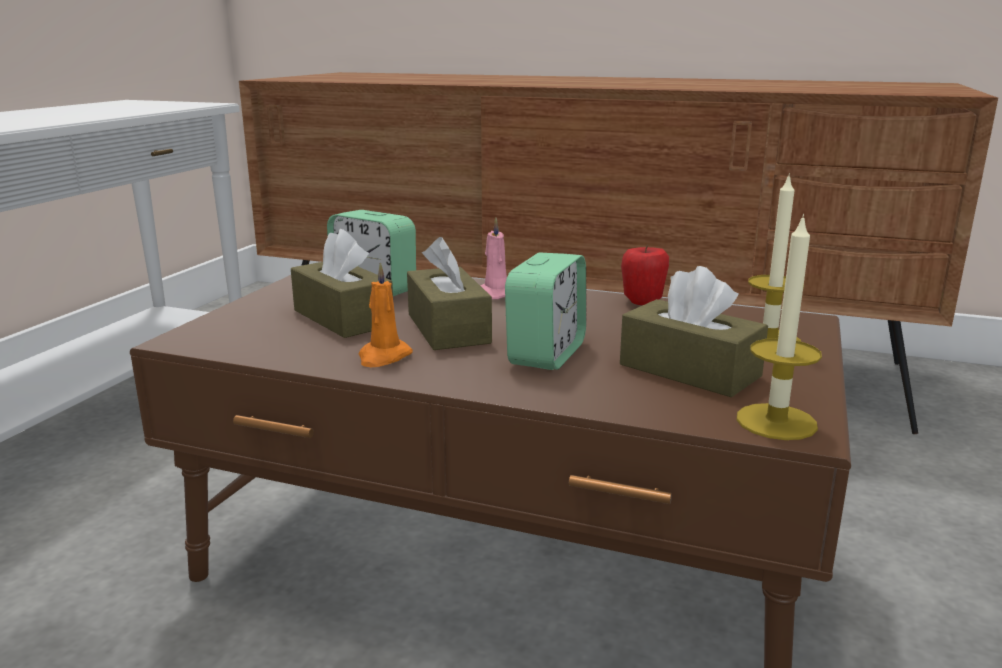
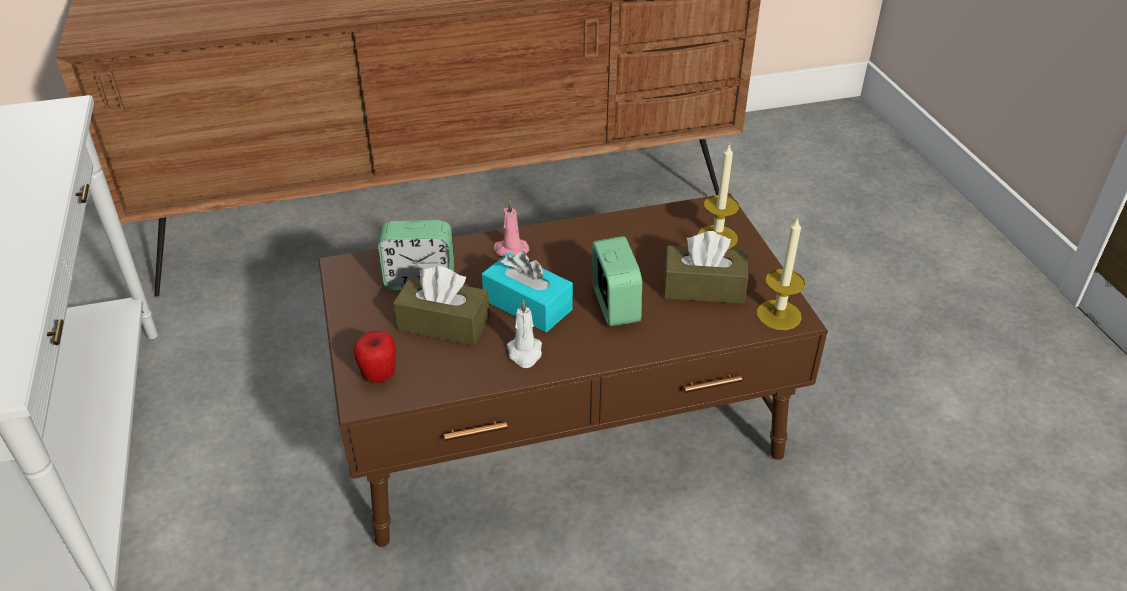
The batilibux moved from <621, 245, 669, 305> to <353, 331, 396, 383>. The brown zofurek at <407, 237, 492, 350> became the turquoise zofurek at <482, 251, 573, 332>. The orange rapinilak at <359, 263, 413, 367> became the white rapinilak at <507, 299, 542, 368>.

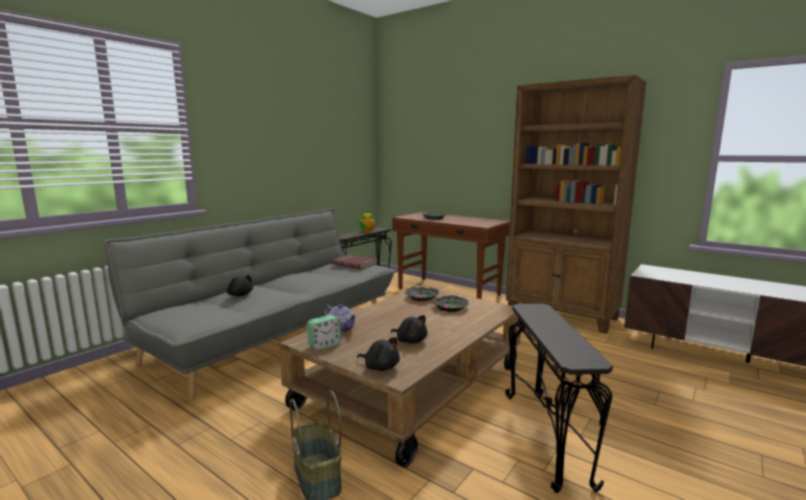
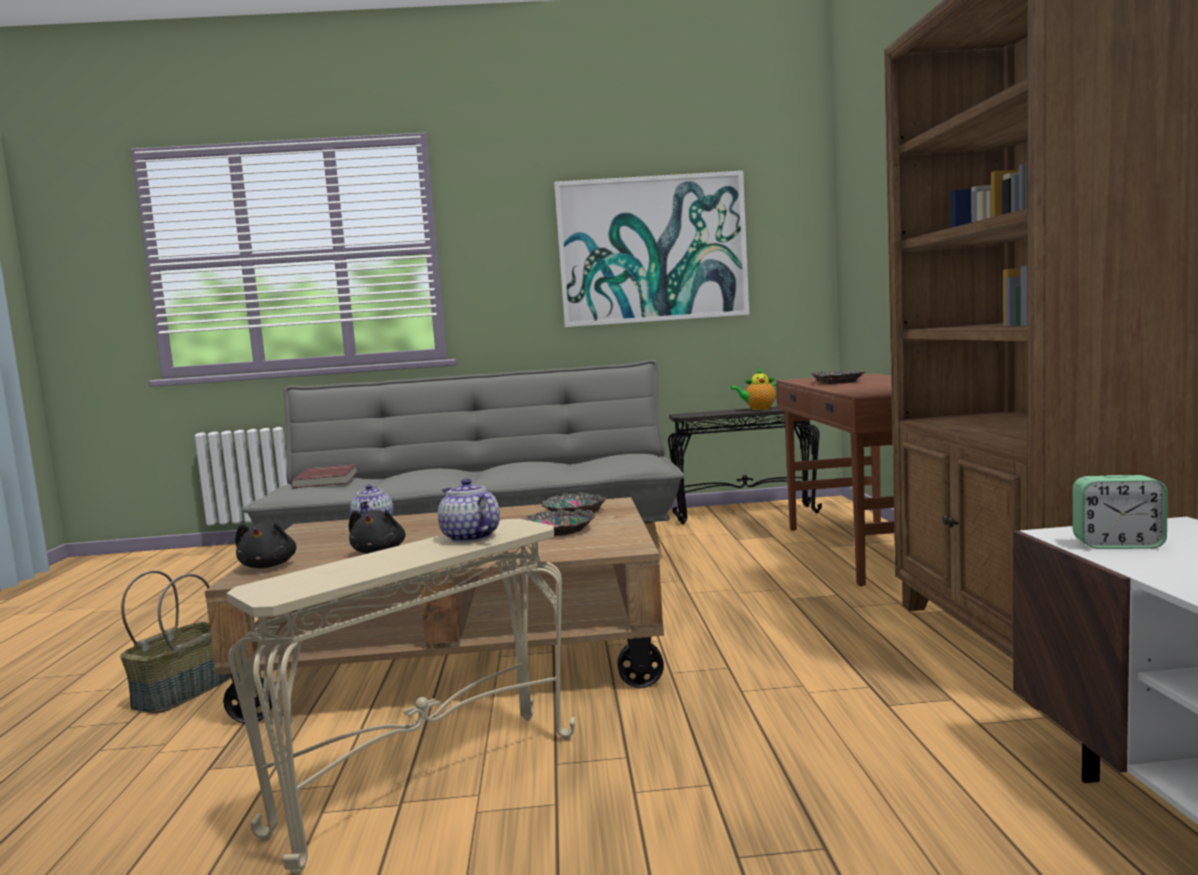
The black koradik at <505, 304, 613, 493> became the beige koradik at <227, 519, 575, 875>. The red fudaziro moved from <331, 255, 378, 269> to <291, 464, 357, 488>. The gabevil at <438, 478, 500, 543> appeared. The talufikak at <554, 171, 749, 327> appeared. The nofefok moved from <307, 315, 341, 350> to <1073, 475, 1167, 549>. The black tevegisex at <227, 275, 253, 296> disappeared.

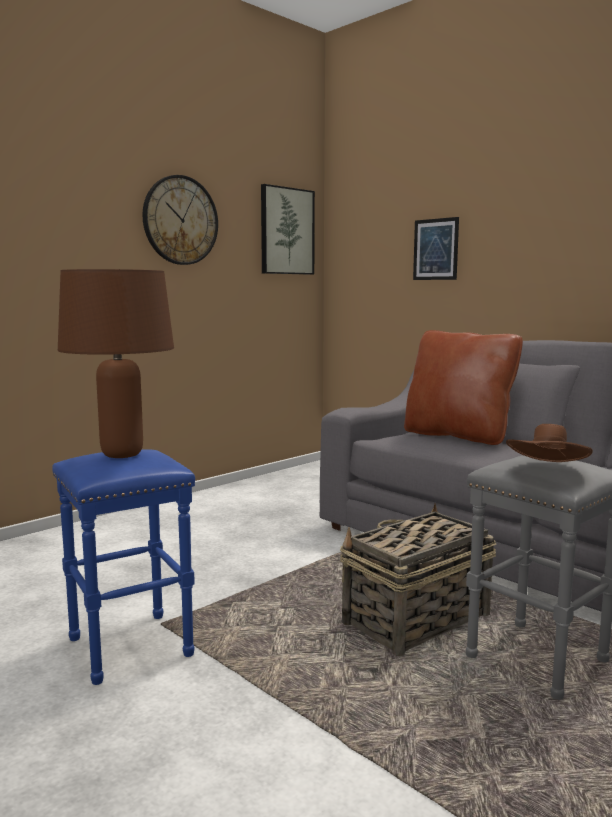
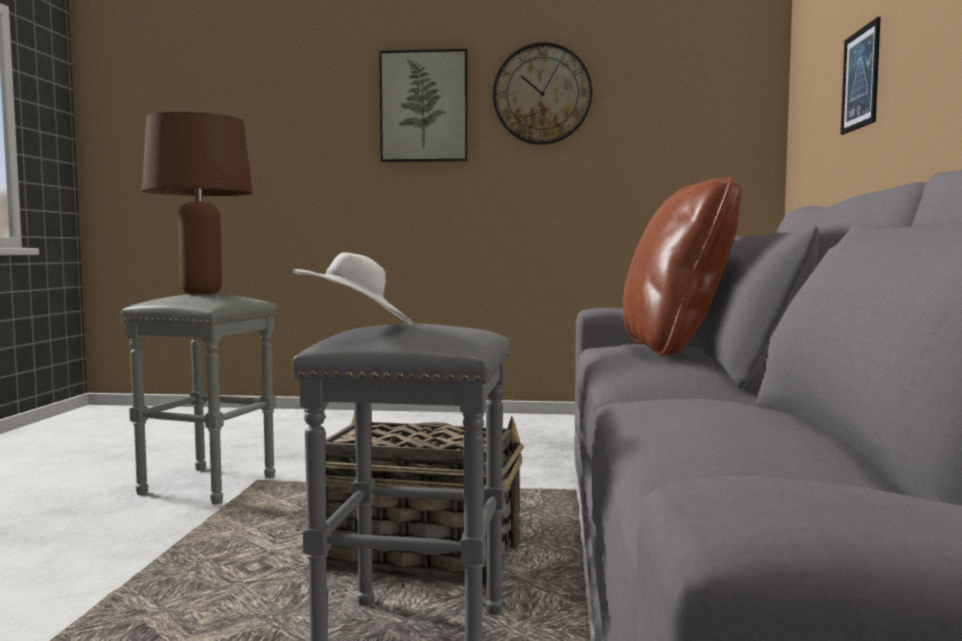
The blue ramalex at <52, 449, 195, 685> became the grey ramalex at <121, 294, 277, 504>. The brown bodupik at <506, 424, 593, 462> became the white bodupik at <292, 252, 413, 324>. The talufikak moved from <261, 184, 315, 275> to <379, 49, 468, 162>.

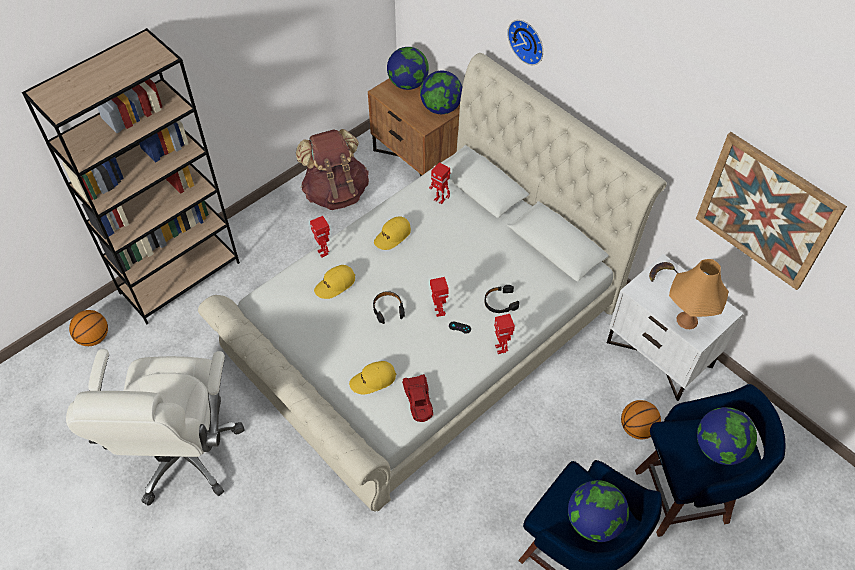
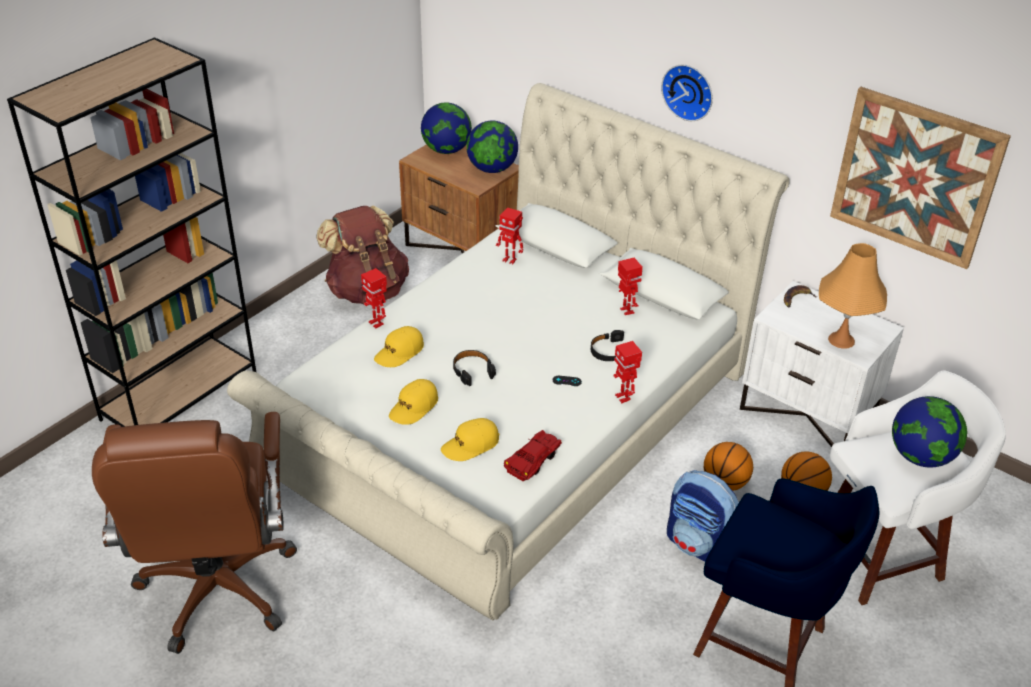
The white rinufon at <66, 349, 245, 506> became the brown rinufon at <92, 412, 297, 654>. The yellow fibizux moved from <374, 216, 411, 250> to <389, 379, 438, 425>. The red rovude at <402, 374, 433, 422> turned 120 degrees counterclockwise. The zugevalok moved from <430, 277, 449, 317> to <618, 258, 643, 315>. The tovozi moved from <507, 20, 543, 65> to <661, 65, 713, 121>. The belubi at <667, 470, 739, 562> appeared. The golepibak moved from <69, 310, 108, 346> to <704, 442, 753, 491>. The blue ramalex at <635, 384, 785, 537> became the white ramalex at <830, 370, 1006, 605>. The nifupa at <568, 480, 629, 542> disappeared.

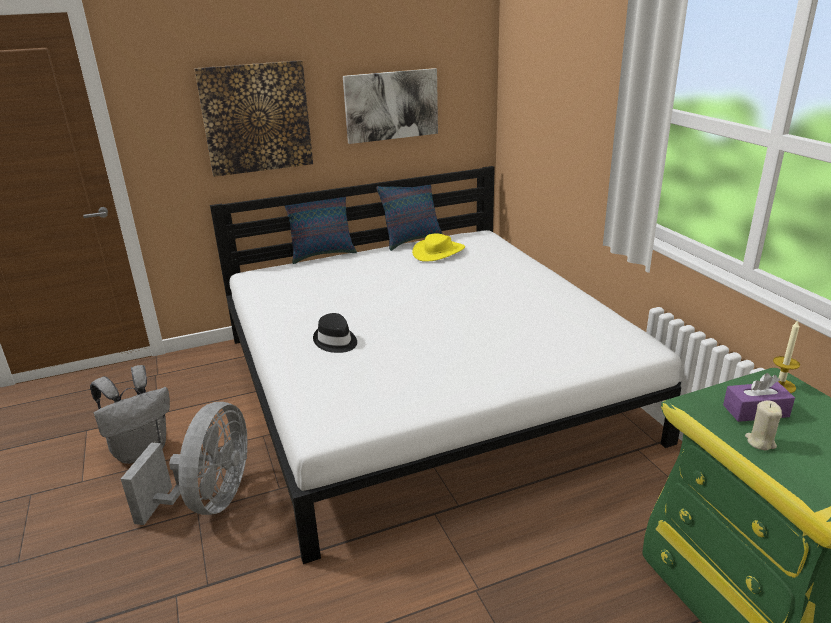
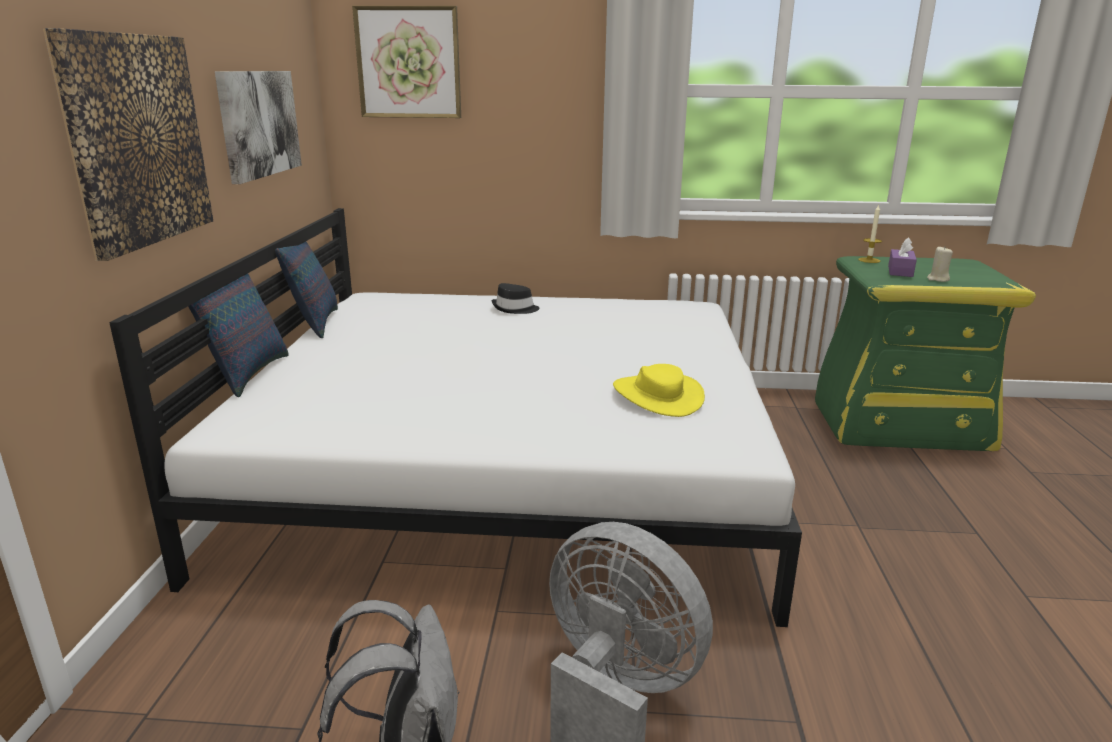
The talufikak at <352, 6, 461, 118> appeared. The black bodupik moved from <313, 313, 357, 353> to <492, 283, 540, 314>. The yellow bodupik moved from <412, 233, 465, 261> to <613, 364, 705, 417>.

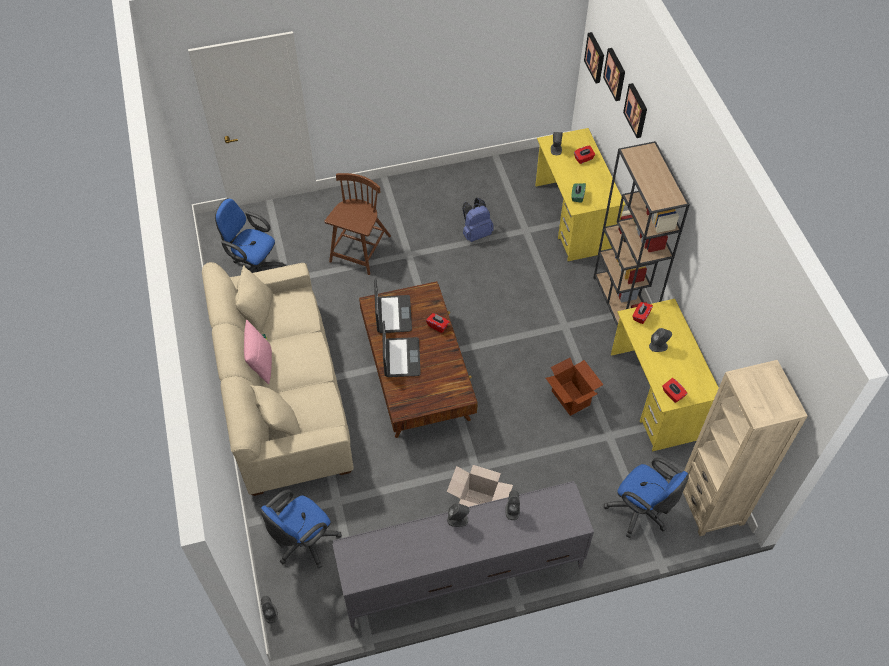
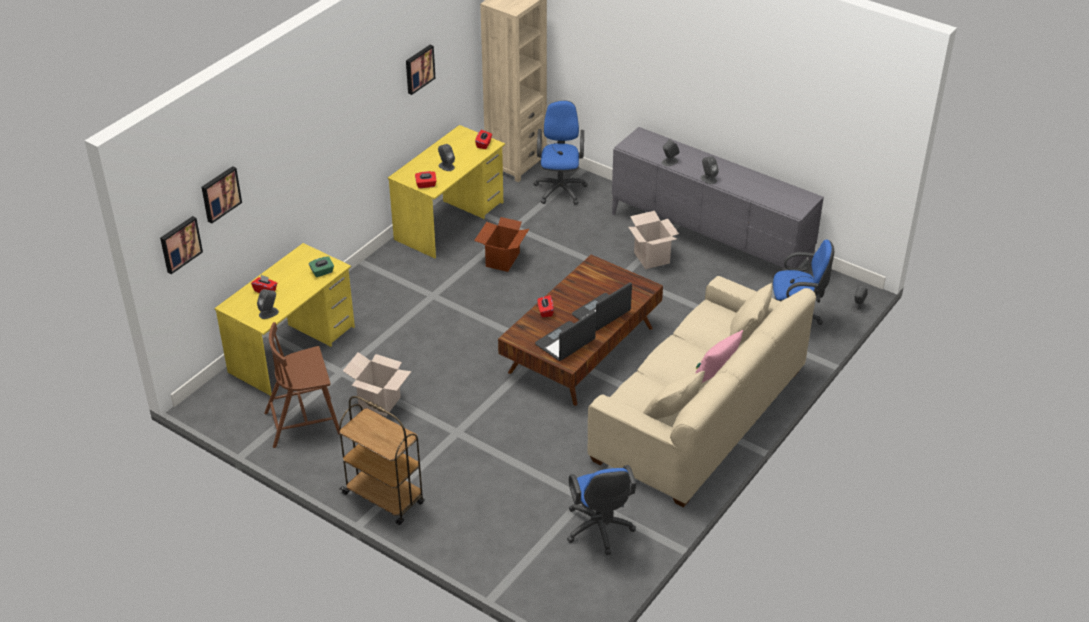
The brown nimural moved from <324, 173, 391, 275> to <264, 322, 340, 448>. The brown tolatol at <339, 396, 425, 525> appeared. The blue belubi at <462, 198, 494, 242> was replaced by the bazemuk at <343, 352, 411, 416>. The talufikak moved from <623, 83, 647, 138> to <406, 45, 435, 95>. The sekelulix at <593, 141, 690, 326> disappeared.

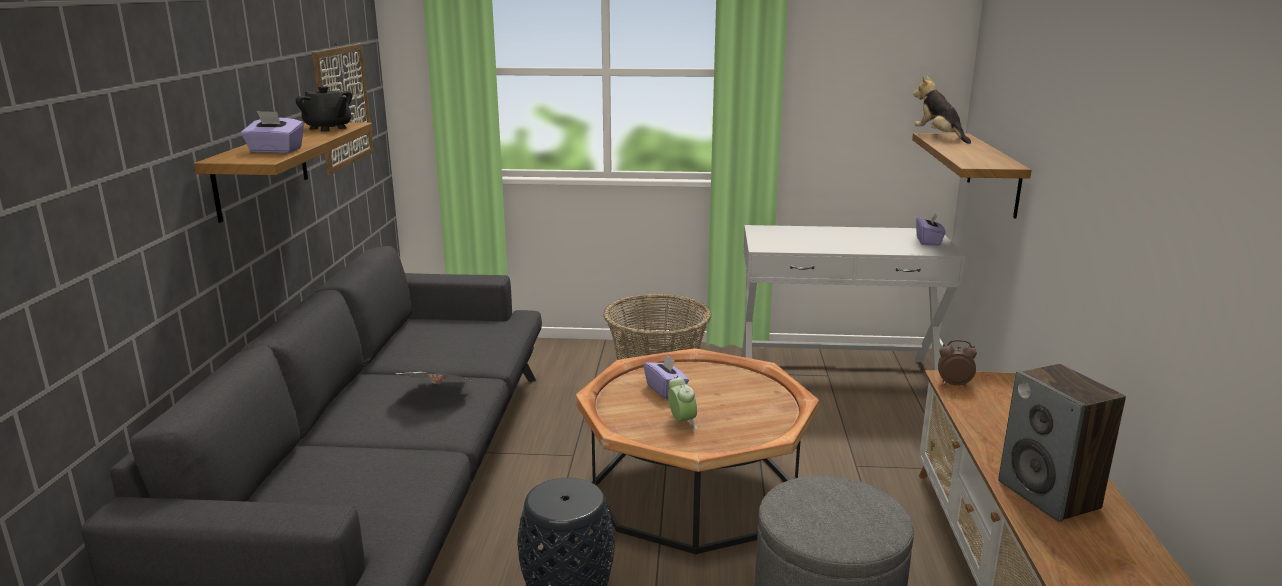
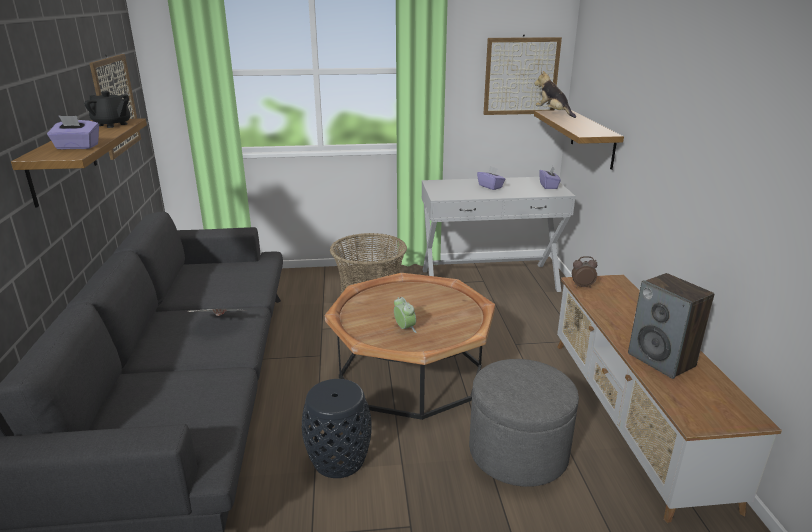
The purple zofurek moved from <644, 354, 689, 399> to <477, 166, 505, 190>. The talufikak at <483, 35, 562, 115> appeared.

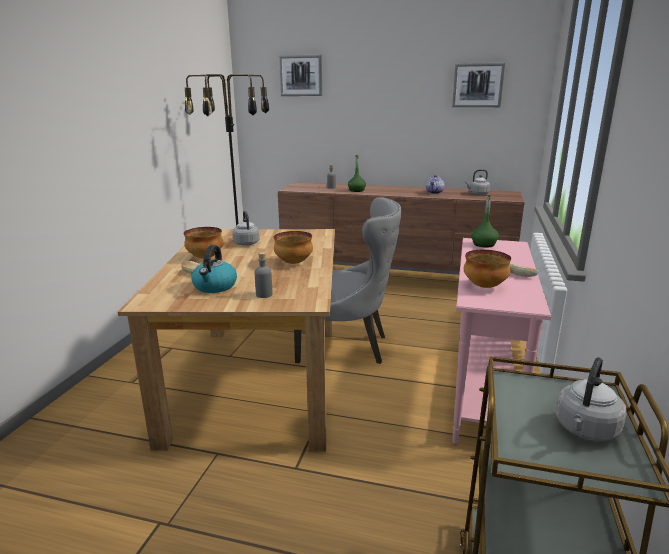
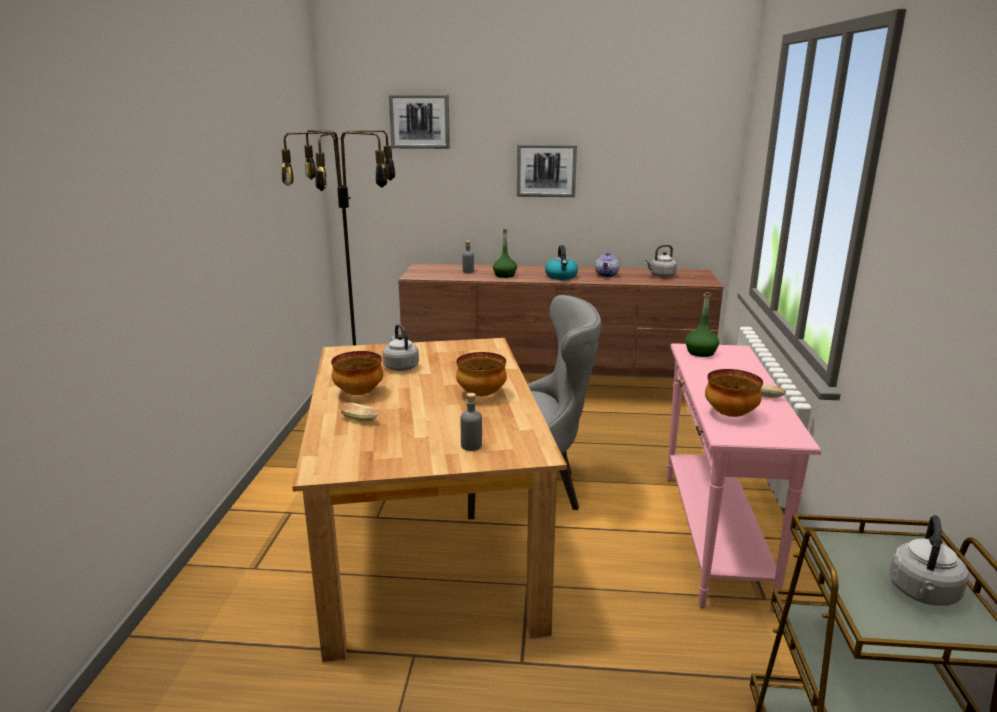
The talufikak moved from <452, 63, 505, 107> to <517, 144, 577, 197>. The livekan moved from <191, 245, 237, 293> to <545, 245, 578, 280>.

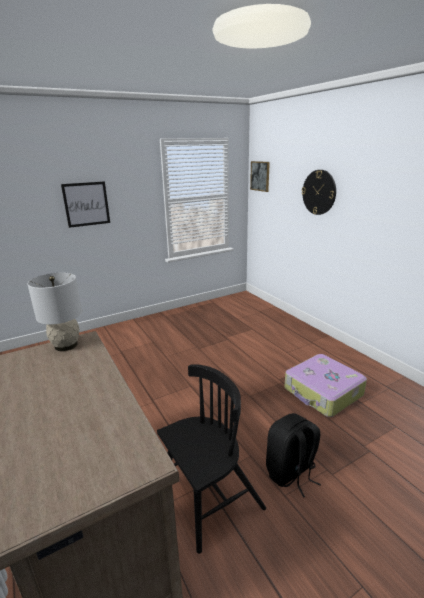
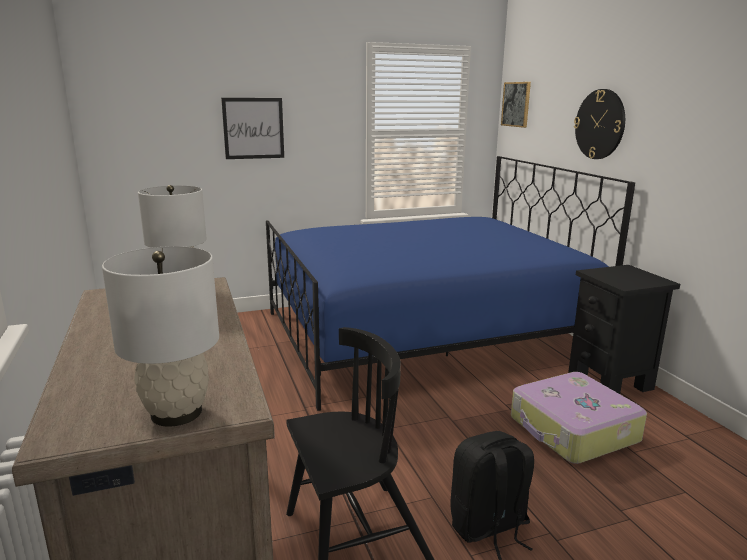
The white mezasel at <102, 246, 219, 427> appeared. The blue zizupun at <266, 156, 635, 411> appeared. The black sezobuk at <568, 265, 680, 394> appeared.

